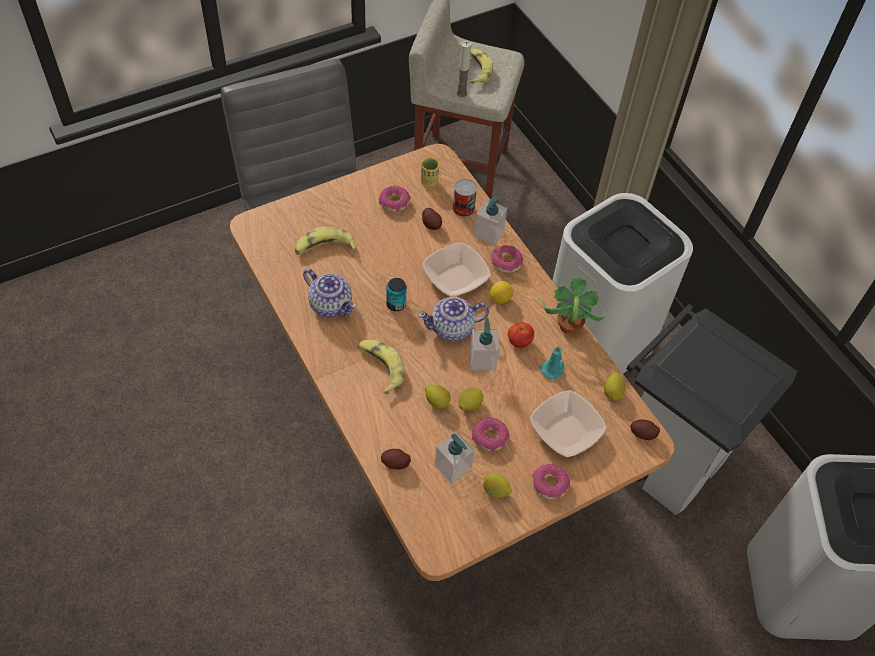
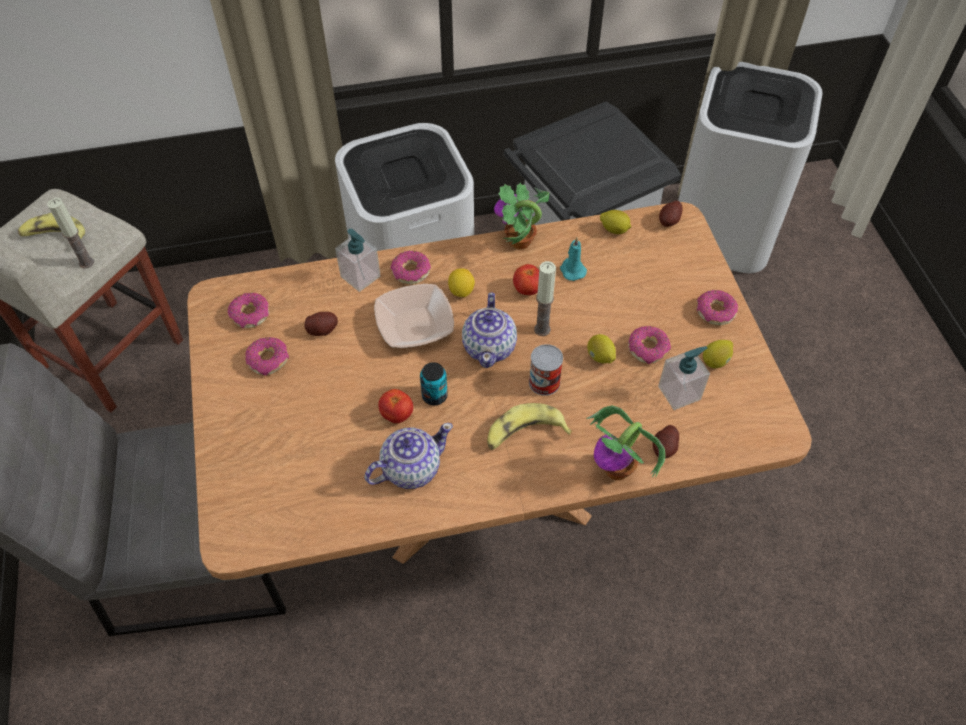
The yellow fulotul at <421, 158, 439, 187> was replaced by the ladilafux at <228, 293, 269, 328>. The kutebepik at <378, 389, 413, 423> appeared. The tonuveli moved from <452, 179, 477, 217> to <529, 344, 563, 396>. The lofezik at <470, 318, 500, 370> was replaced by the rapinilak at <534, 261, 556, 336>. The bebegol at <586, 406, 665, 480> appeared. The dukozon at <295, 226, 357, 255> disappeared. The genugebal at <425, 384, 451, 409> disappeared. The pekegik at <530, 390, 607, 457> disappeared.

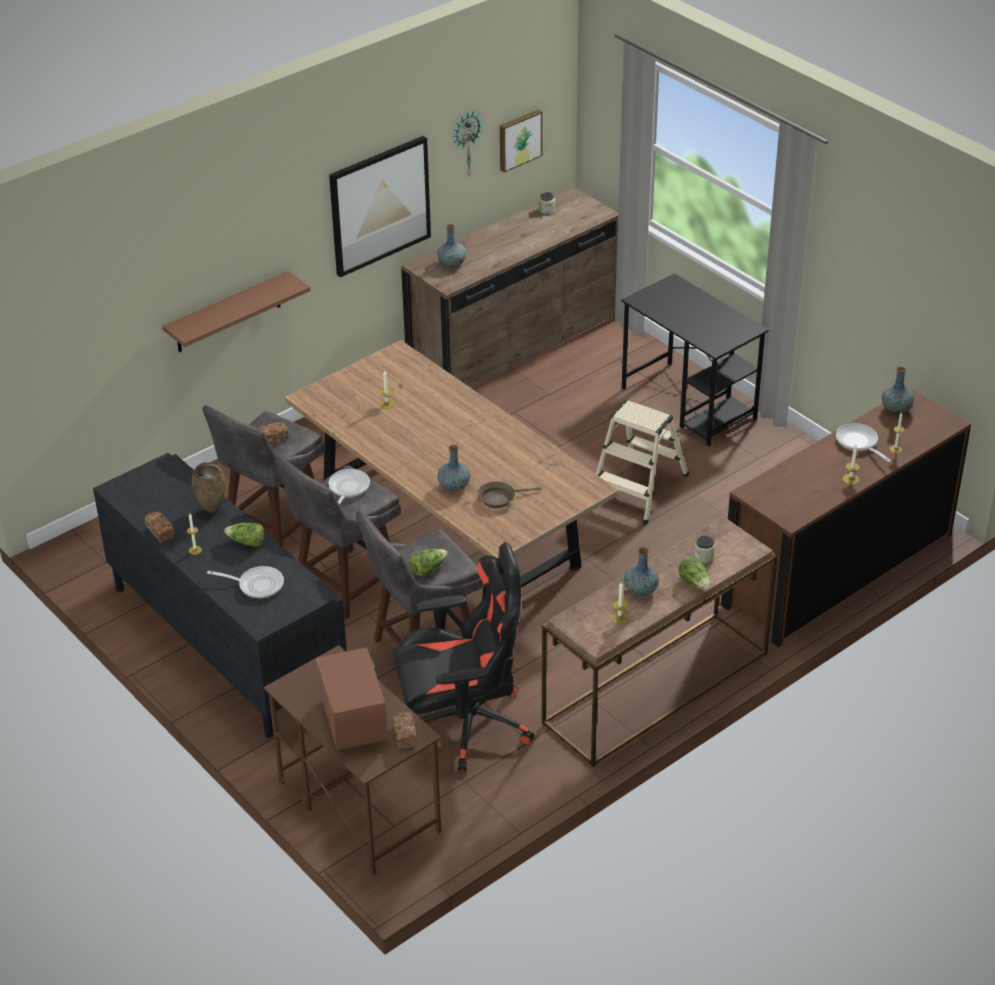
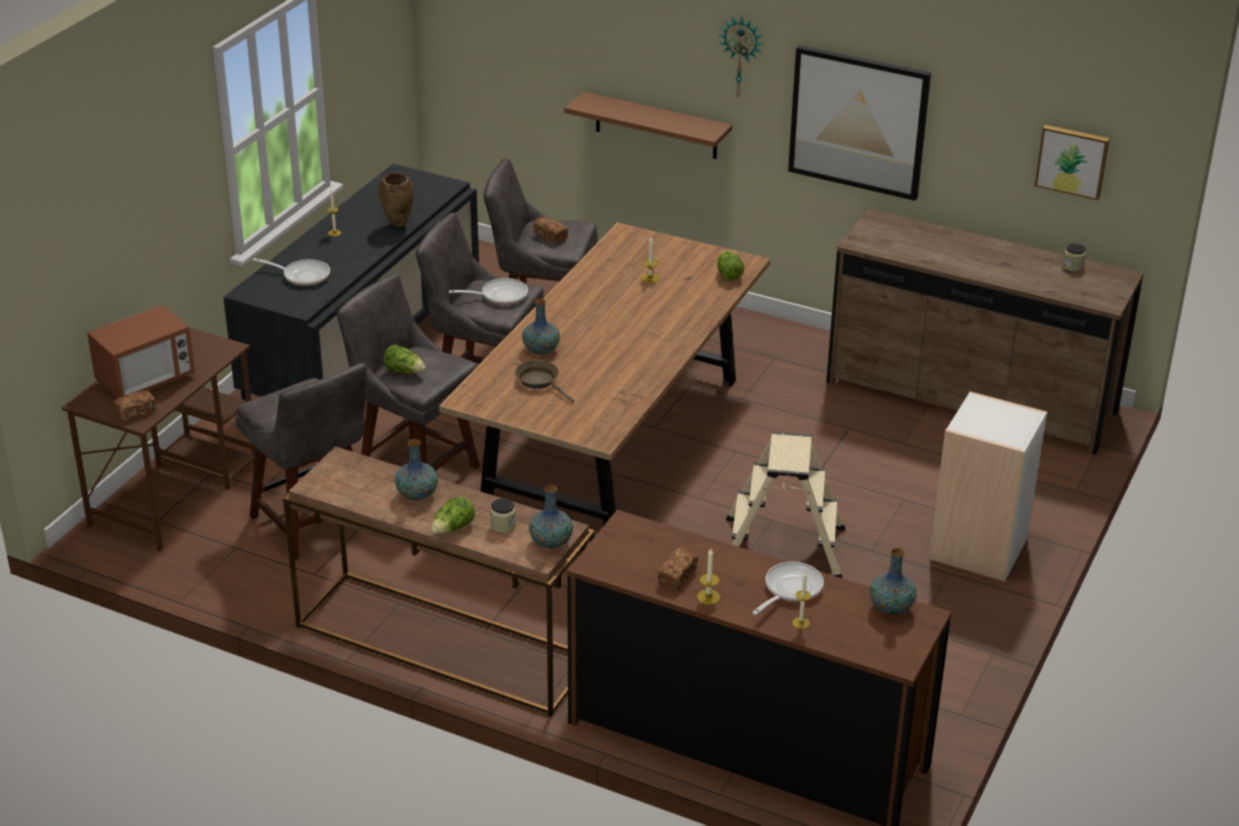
The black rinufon at <393, 542, 534, 770> was replaced by the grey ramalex at <236, 363, 367, 560>. The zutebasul at <207, 566, 284, 598> turned 60 degrees counterclockwise. The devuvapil moved from <437, 224, 466, 267> to <529, 485, 573, 548>. The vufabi moved from <144, 512, 175, 543> to <658, 547, 698, 591>. The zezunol moved from <224, 523, 264, 547> to <717, 251, 744, 281>. The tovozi moved from <453, 111, 483, 176> to <718, 16, 763, 97>. The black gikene at <621, 273, 768, 446> was replaced by the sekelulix at <929, 392, 1047, 582>. The rapinilak at <611, 582, 629, 624> disappeared.

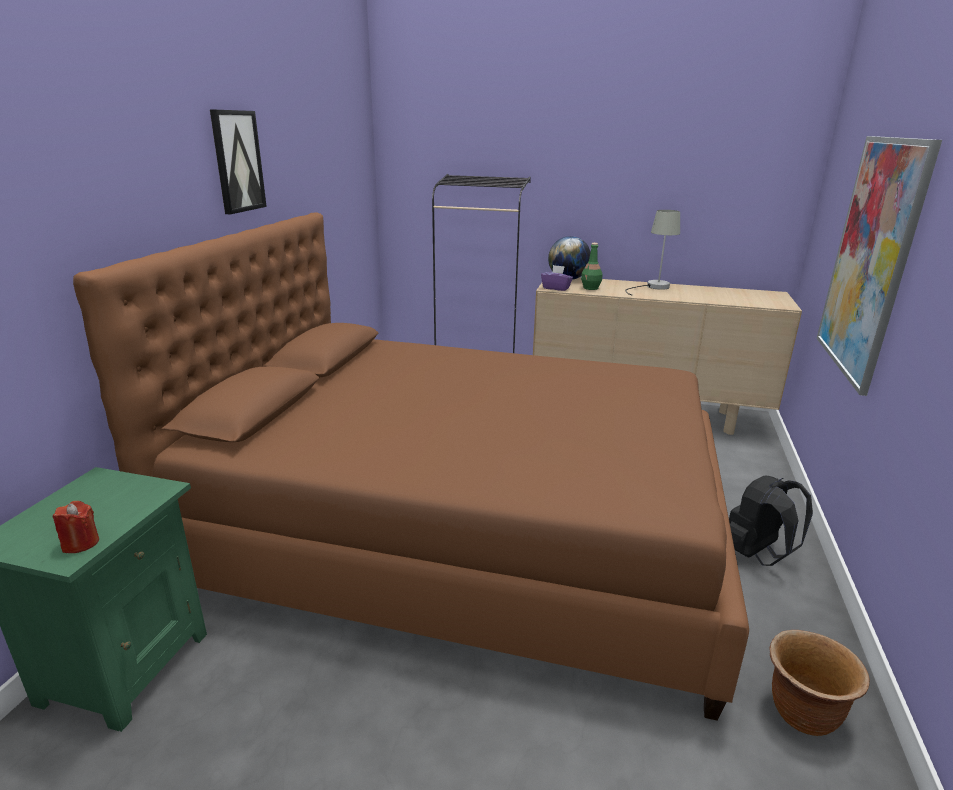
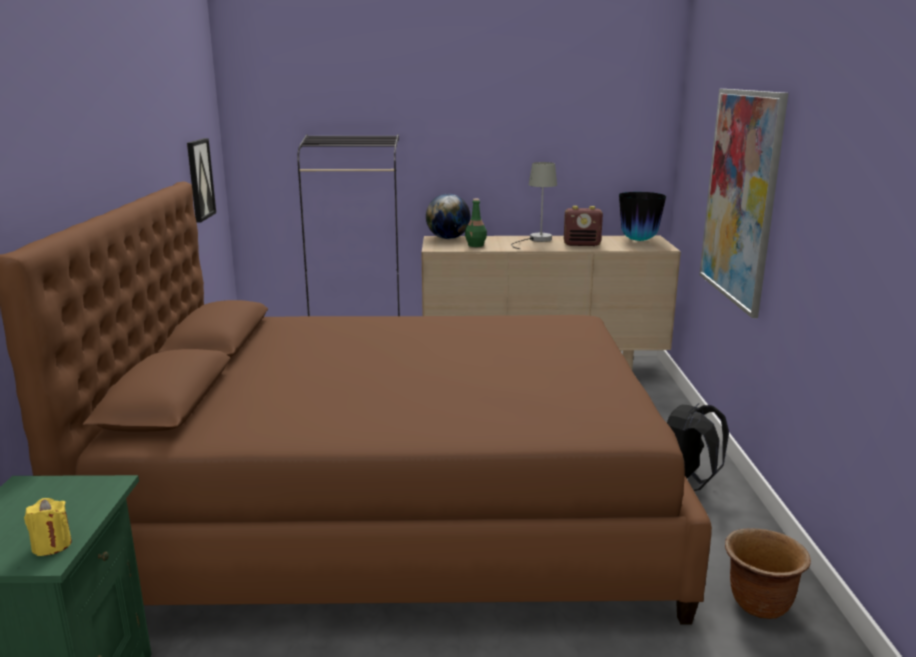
The red rapinilak at <53, 501, 99, 553> became the yellow rapinilak at <24, 498, 72, 556>. The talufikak moved from <210, 110, 267, 214> to <187, 138, 216, 223>. The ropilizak at <564, 206, 603, 246> appeared. The devuvapil at <619, 192, 666, 241> appeared. The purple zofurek at <541, 265, 573, 291> disappeared.

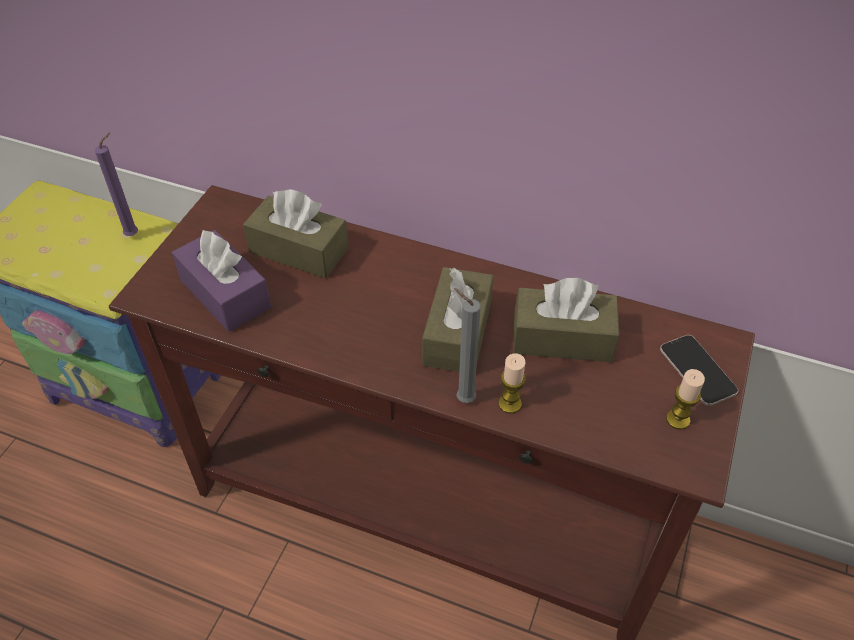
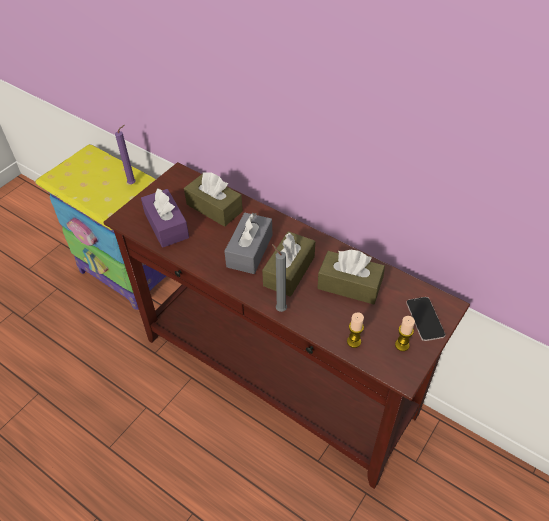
The grey zofurek at <224, 213, 272, 274> appeared. The rapinilak moved from <499, 353, 526, 414> to <347, 312, 364, 348>.

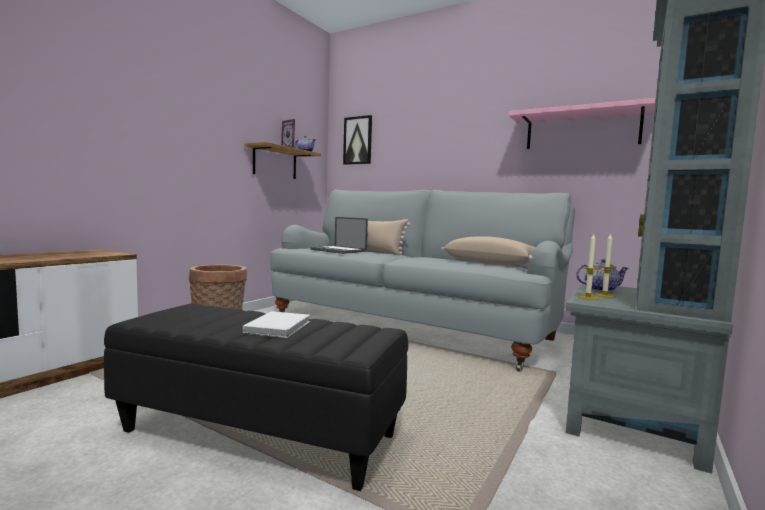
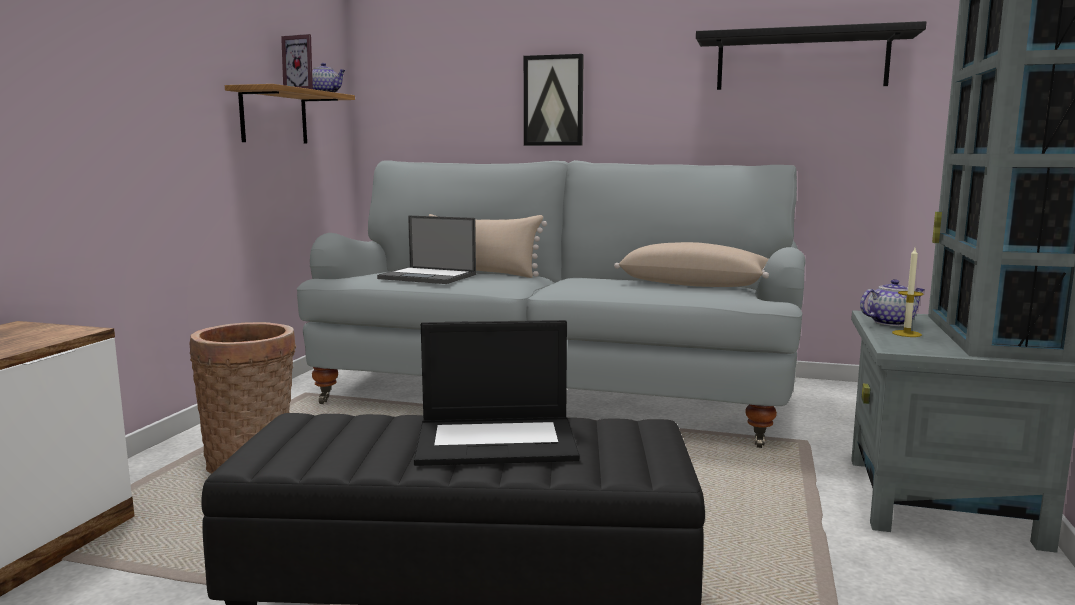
The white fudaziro at <243, 311, 310, 338> was replaced by the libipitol at <414, 320, 580, 466>. The talufikak moved from <343, 115, 372, 165> to <524, 54, 584, 146>. The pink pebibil at <508, 98, 656, 149> became the black pebibil at <696, 21, 926, 90>. The rapinilak at <577, 234, 600, 300> disappeared.

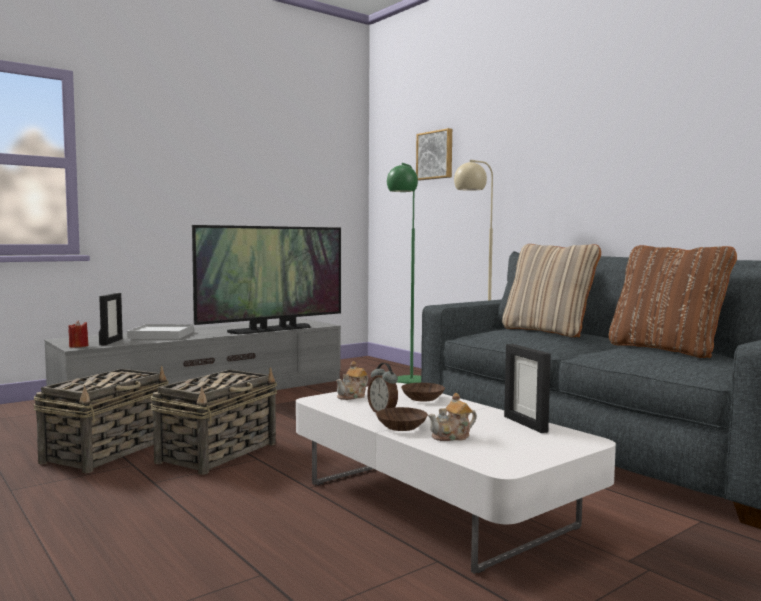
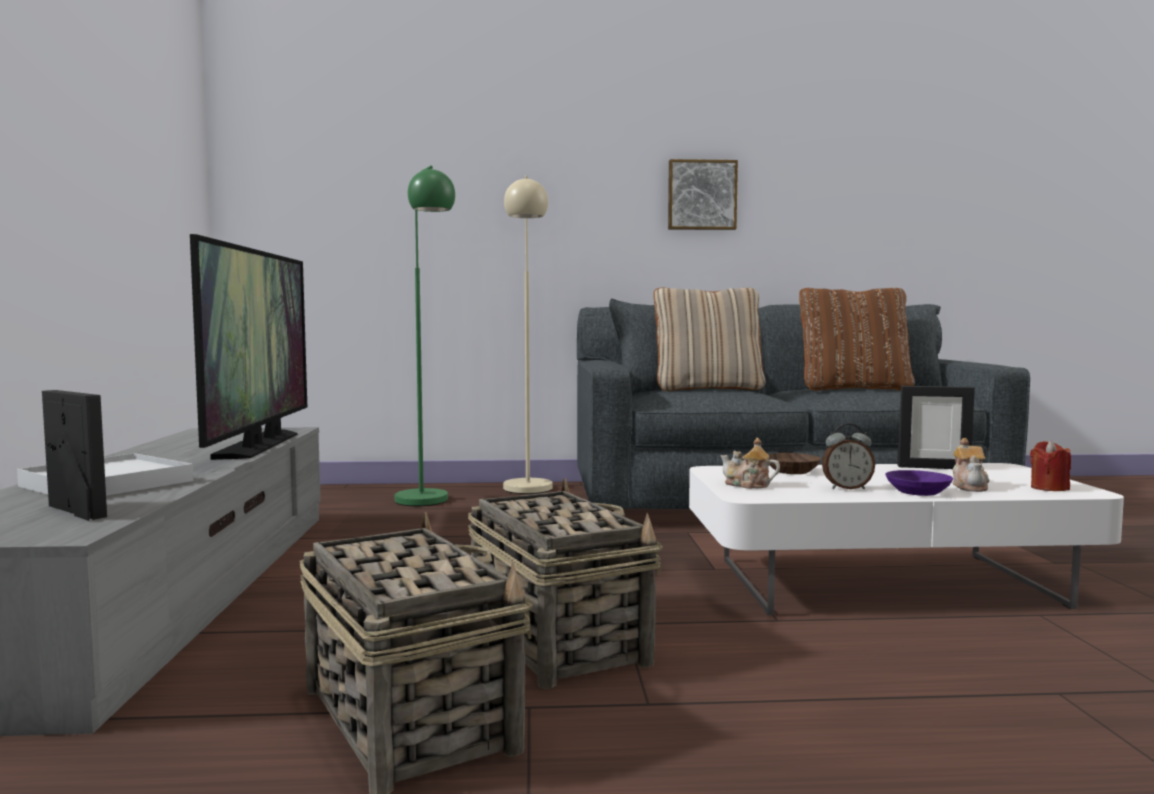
The talufikak moved from <416, 128, 452, 180> to <668, 159, 738, 230>. The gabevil at <336, 361, 368, 400> turned 135 degrees clockwise. The brown pekegik at <376, 407, 428, 431> became the purple pekegik at <885, 470, 953, 496>. The red rapinilak moved from <68, 320, 89, 348> to <1030, 440, 1071, 491>.

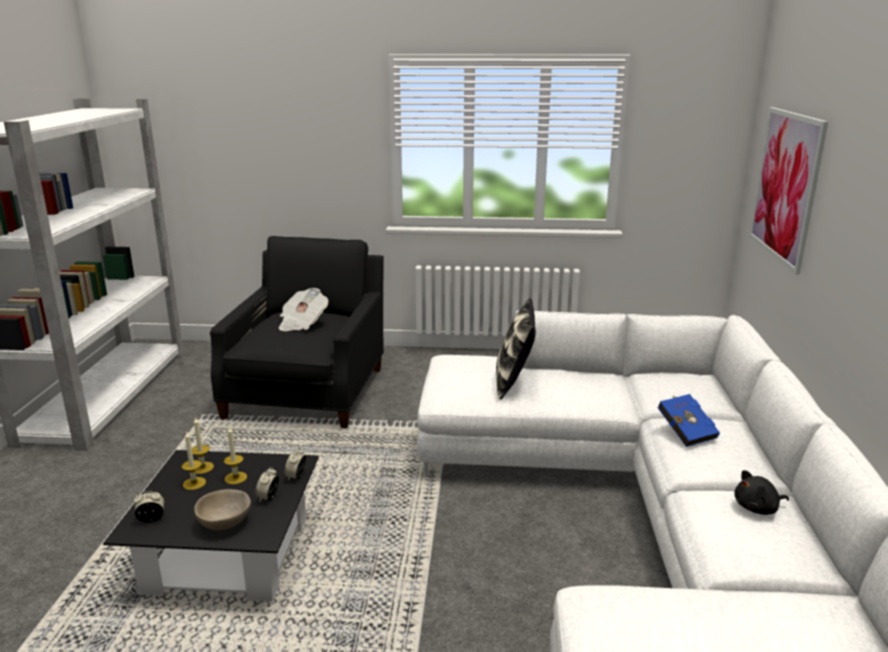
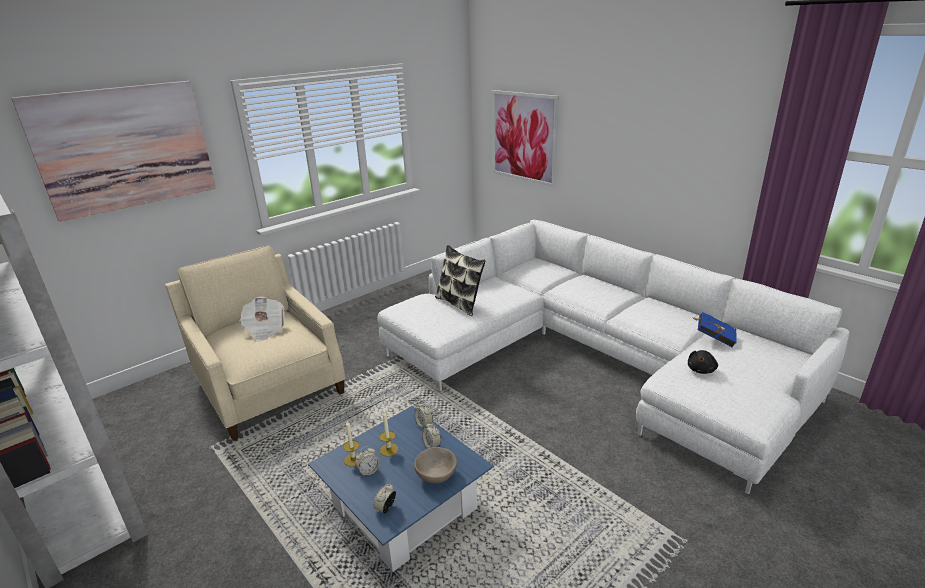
The talufikak at <11, 81, 216, 222> appeared. The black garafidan at <210, 236, 384, 428> became the beige garafidan at <165, 246, 346, 441>. The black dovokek at <103, 450, 319, 602> became the blue dovokek at <308, 406, 494, 572>. The rapinilak at <182, 432, 206, 490> was replaced by the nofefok at <355, 446, 380, 477>. The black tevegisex moved from <734, 470, 789, 515> to <688, 350, 718, 374>. The blue fudaziro moved from <657, 394, 720, 447> to <694, 312, 737, 347>.

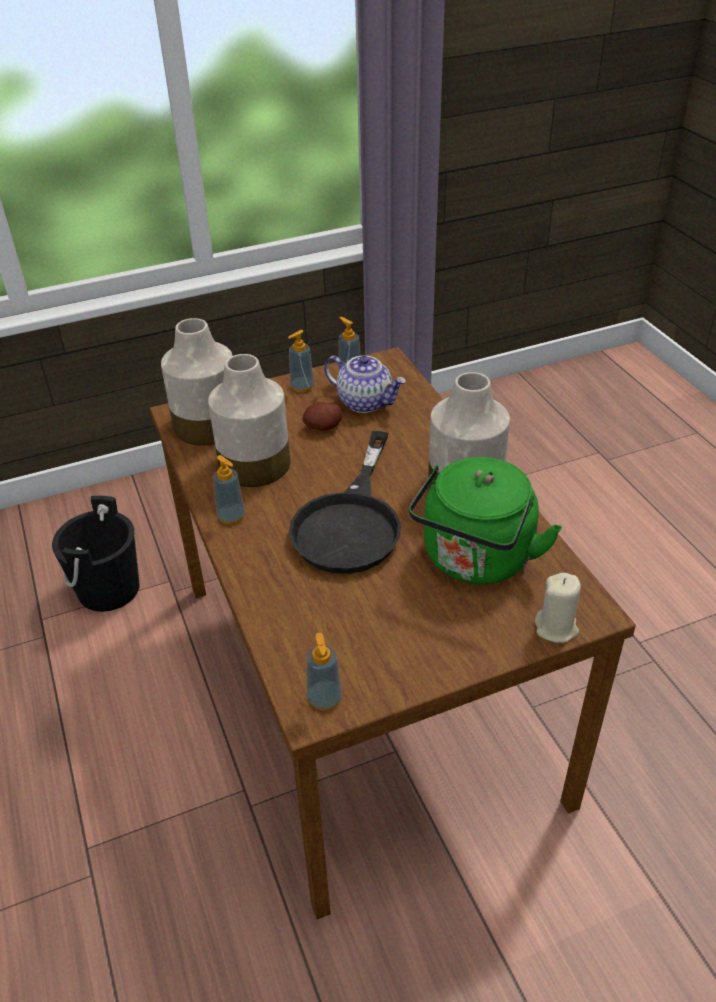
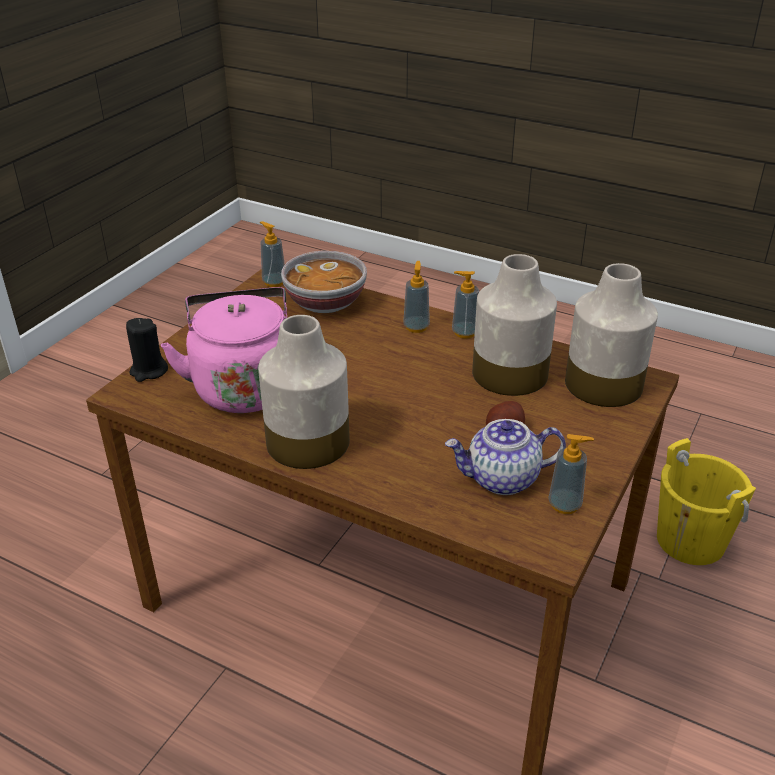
The beige rapinilak at <535, 573, 581, 643> became the black rapinilak at <126, 318, 168, 382>. The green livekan at <409, 457, 562, 584> became the pink livekan at <161, 287, 287, 413>. The pekegik at <281, 251, 367, 313> appeared. The lofezik moved from <288, 330, 314, 393> to <403, 261, 430, 333>. The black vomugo at <52, 496, 140, 612> became the yellow vomugo at <657, 438, 756, 565>. The black zutebasul at <289, 431, 401, 574> disappeared.

